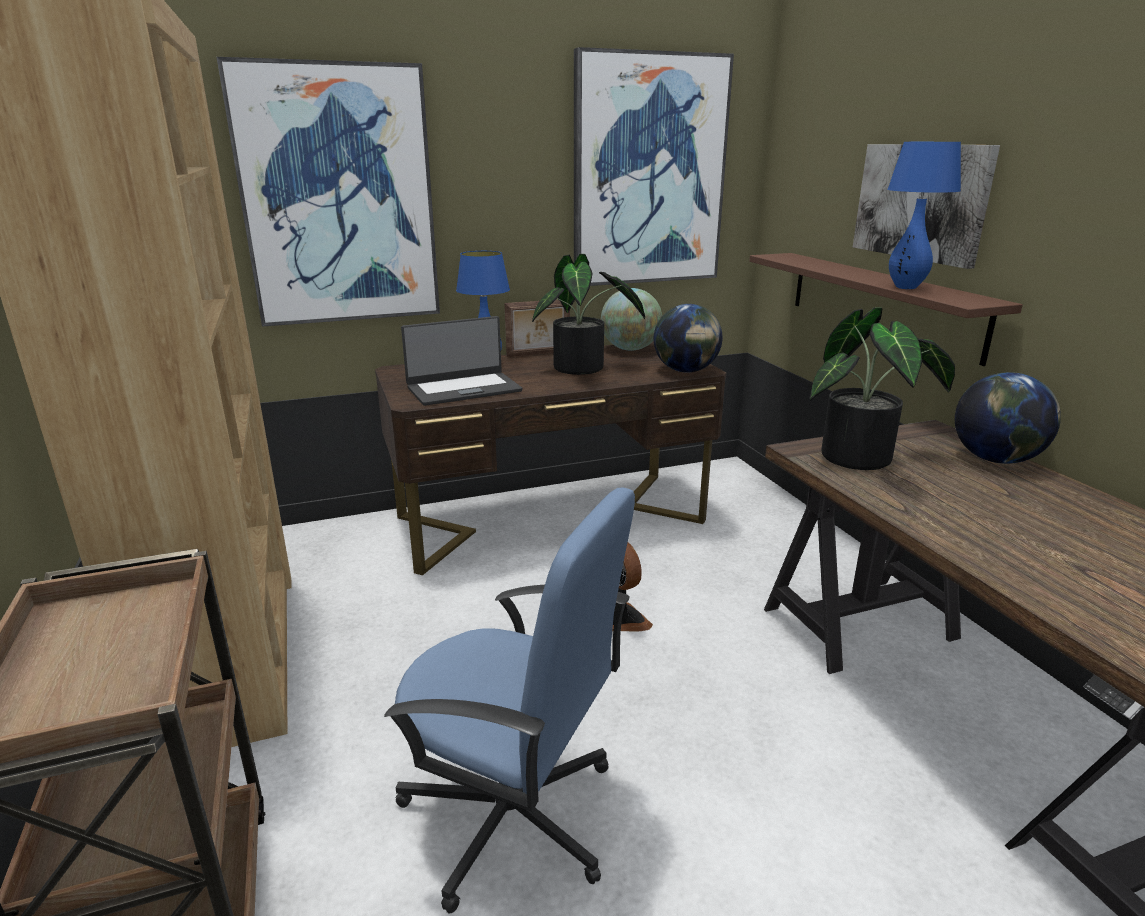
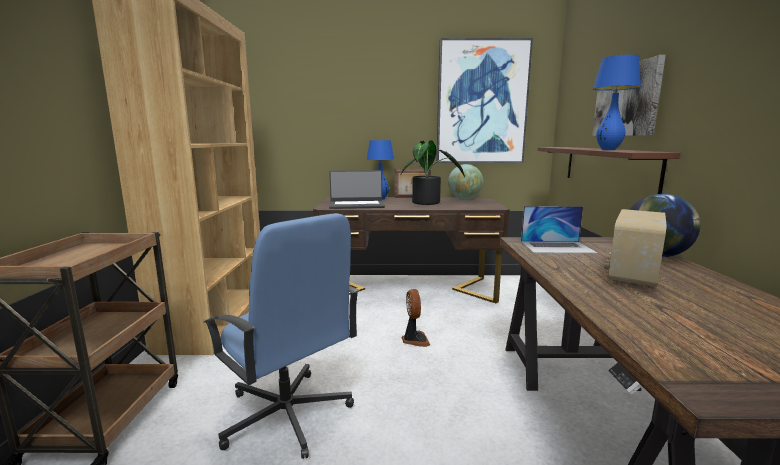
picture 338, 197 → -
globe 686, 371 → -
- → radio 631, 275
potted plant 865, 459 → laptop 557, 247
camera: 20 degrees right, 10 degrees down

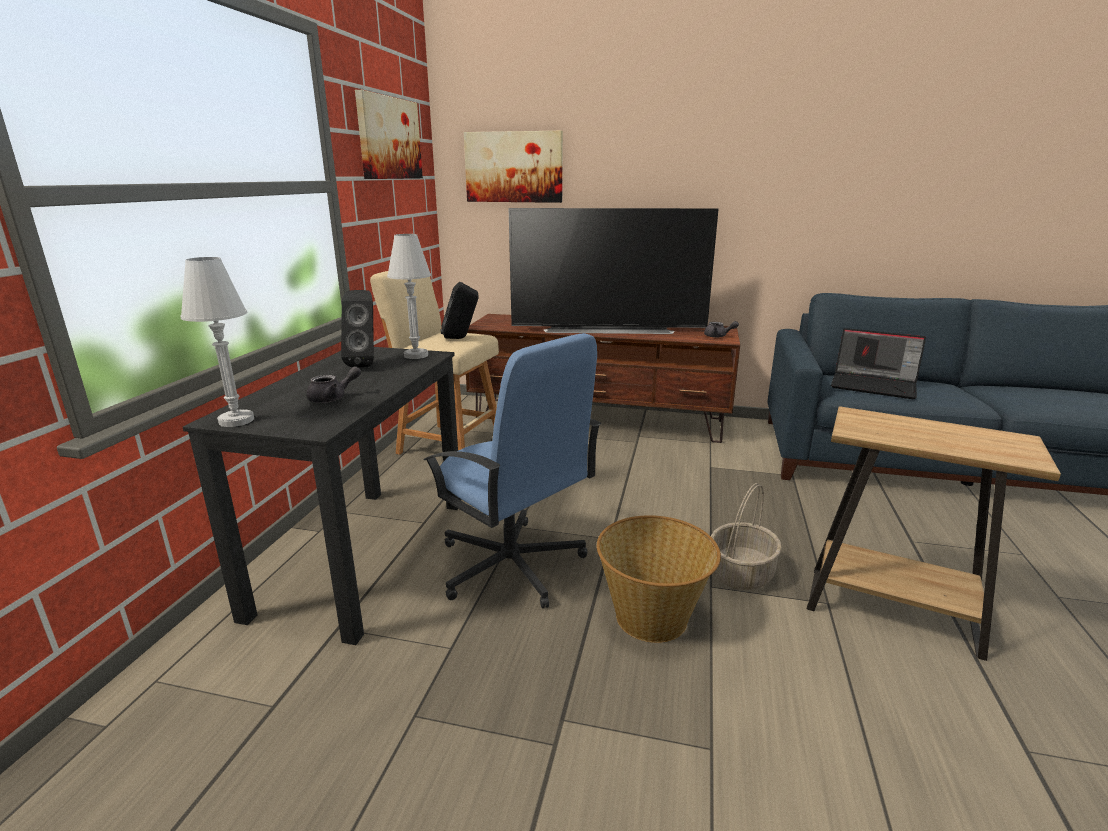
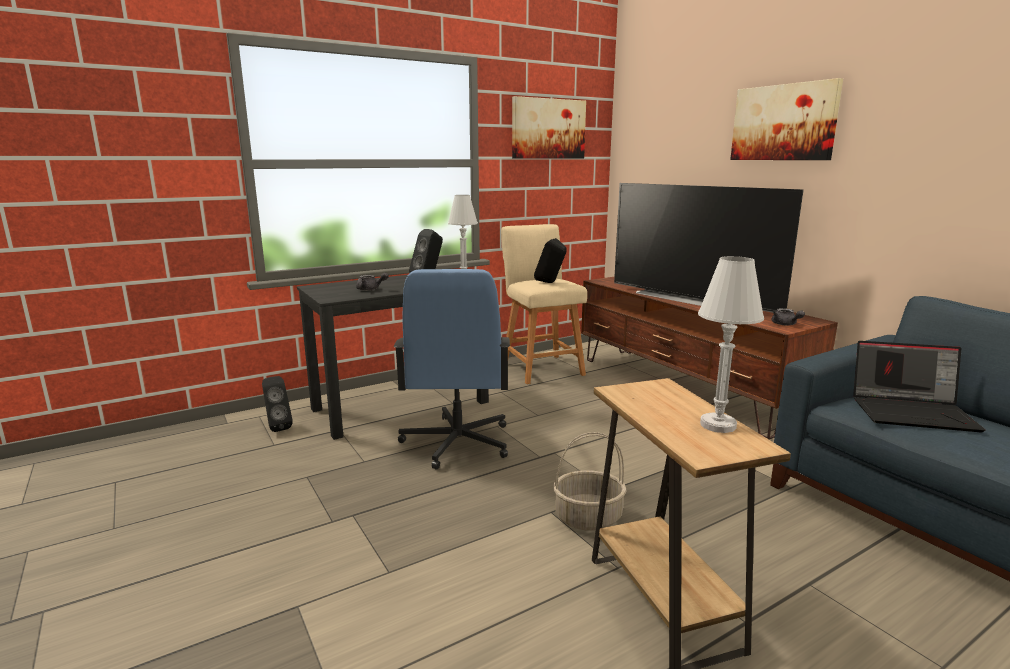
basket 652, 617 → -
- → black speaker 277, 427
white table lamp 236, 420 → white table lamp 718, 425, move
picture 514, 167 → picture 783, 123, move
laptop 874, 385 → laptop 912, 412, 60 degrees counterclockwise
camera: 45 degrees right, 5 degrees down

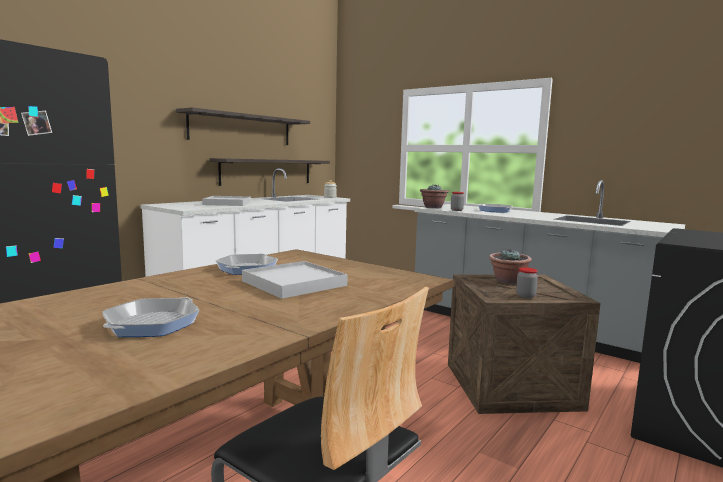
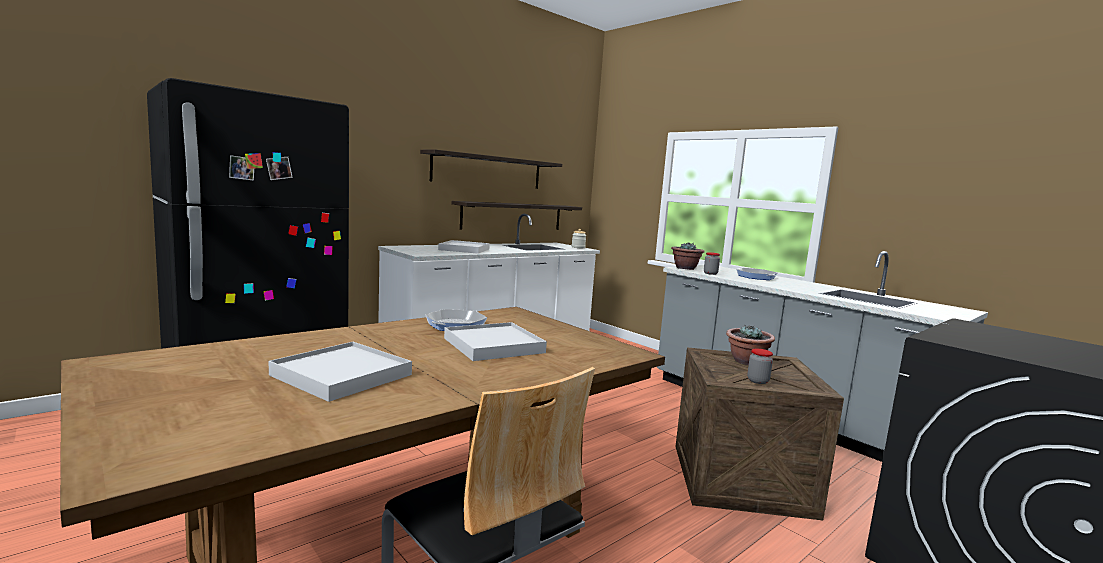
frying pan 152, 324 → white tray 342, 375
camera: 10 degrees right, 0 degrees up

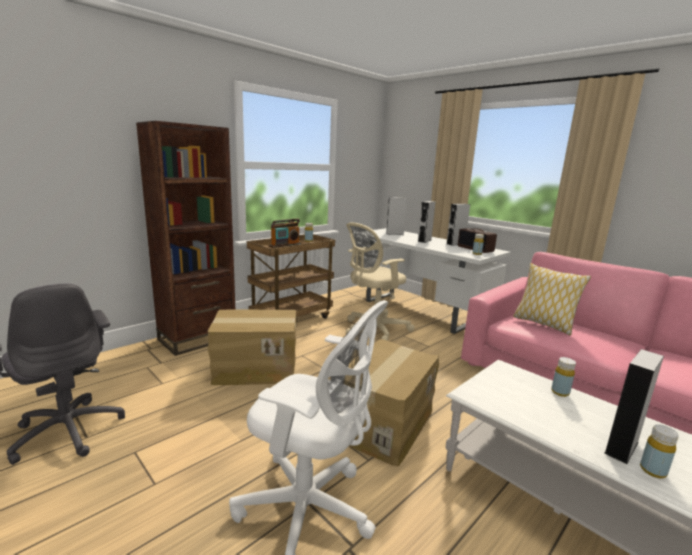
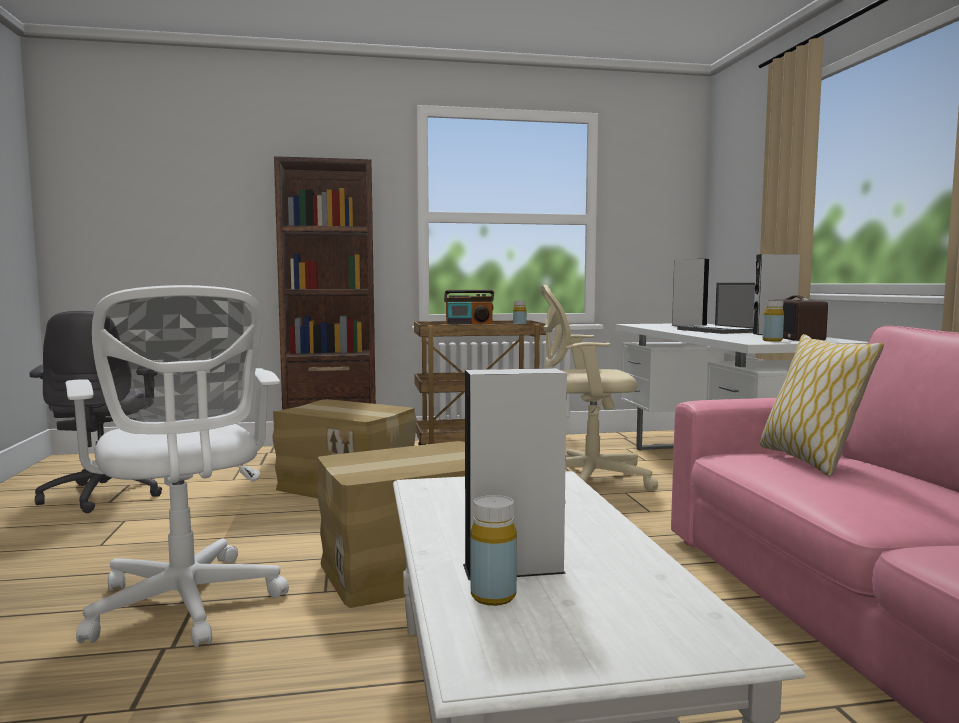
yellow bottle 560, 392 → -
grey speaker 424, 240 → laptop 719, 331
camera: 35 degrees right, 10 degrees down

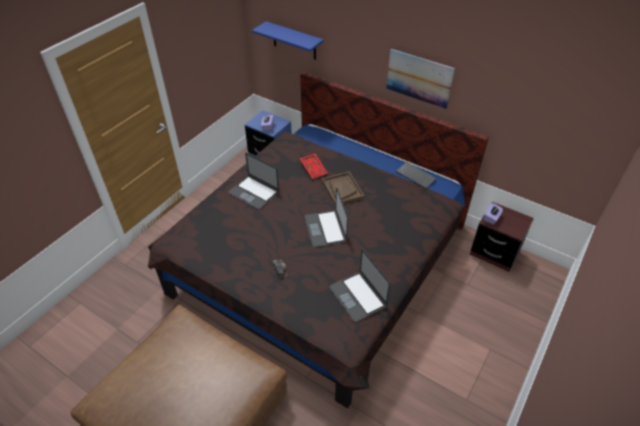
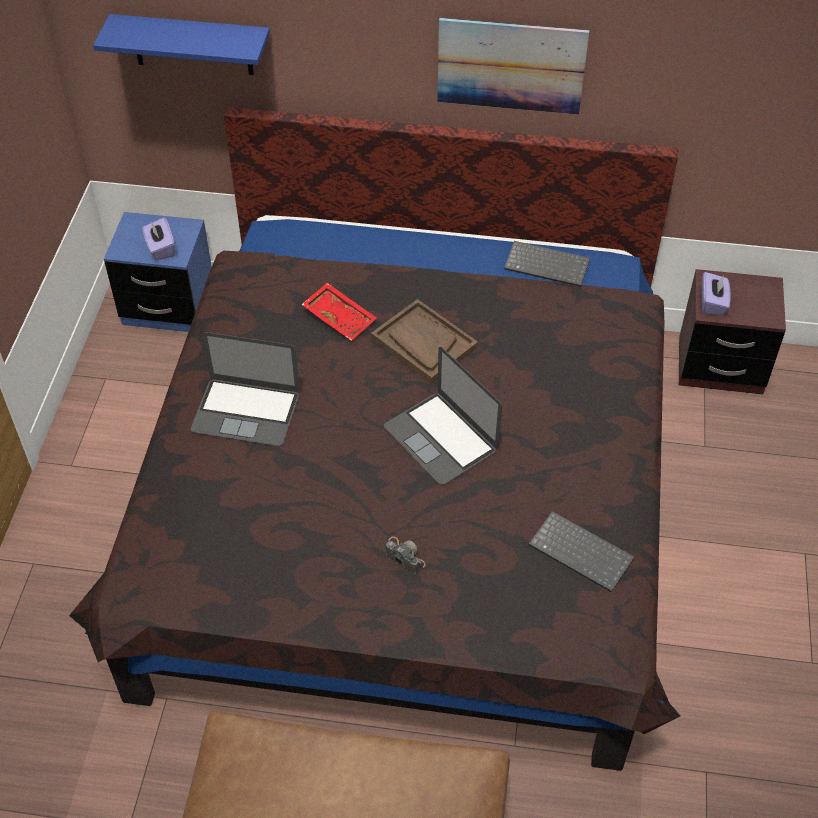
laptop 358, 296 → keyboard 583, 552
camera: 25 degrees left, 5 degrees up

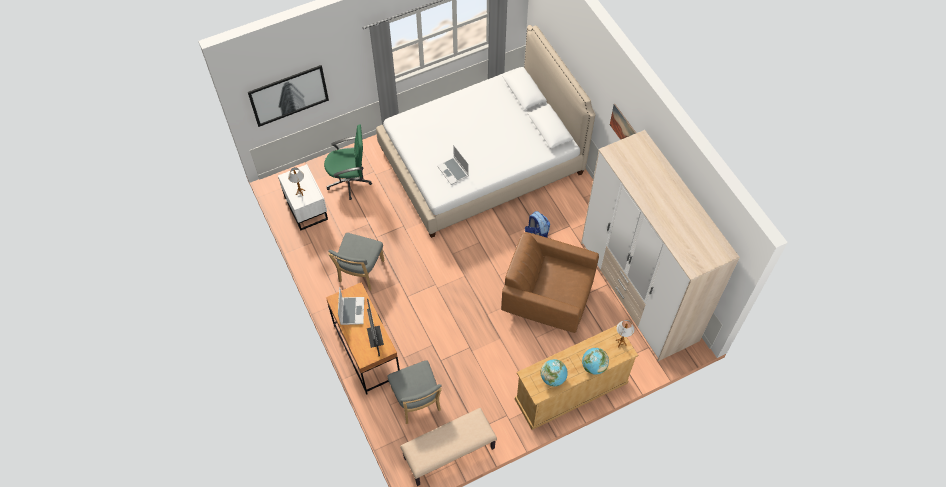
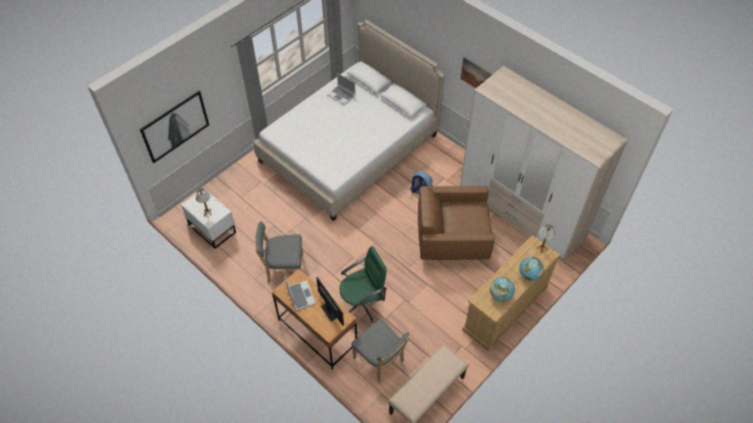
green office chair 350, 181 → green office chair 362, 303, move
laptop 453, 171 → laptop 342, 95, move
grey chair 360, 273 → grey chair 283, 268, 90 degrees clockwise
camera: 20 degrees left, 5 degrees down

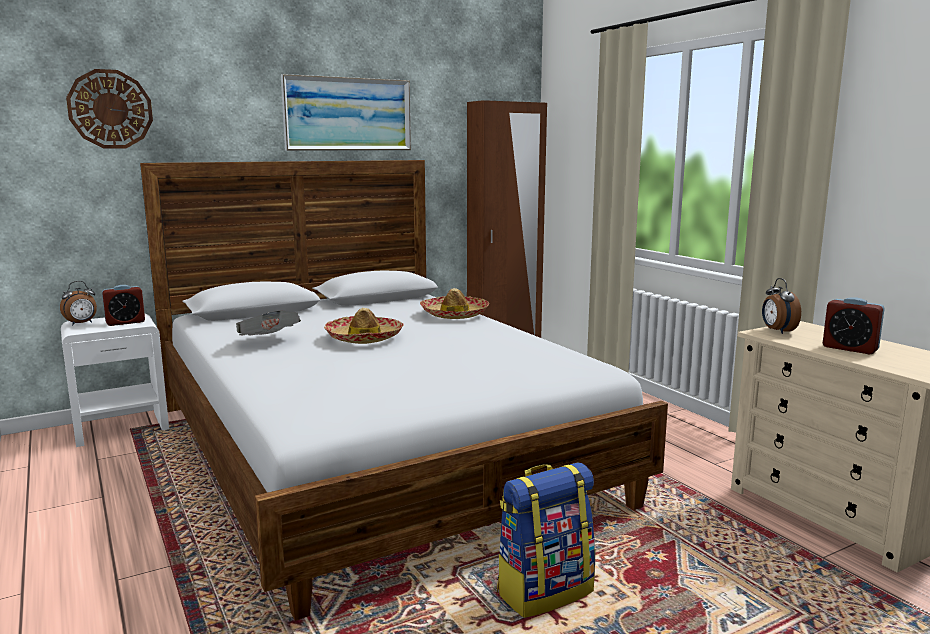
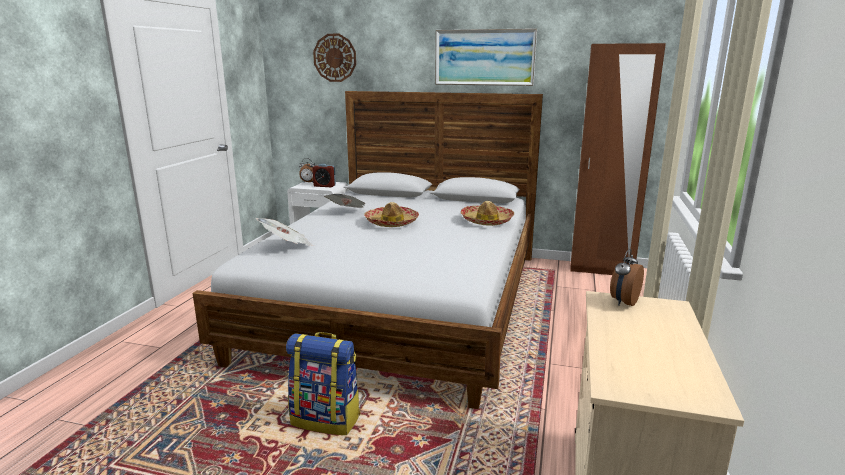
alarm clock 850, 348 → -
- → newspaper 287, 245
camera: 45 degrees right, 5 degrees up

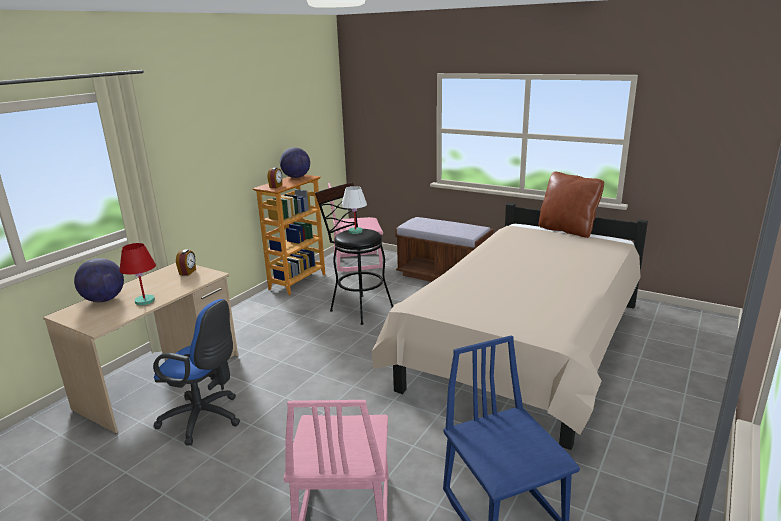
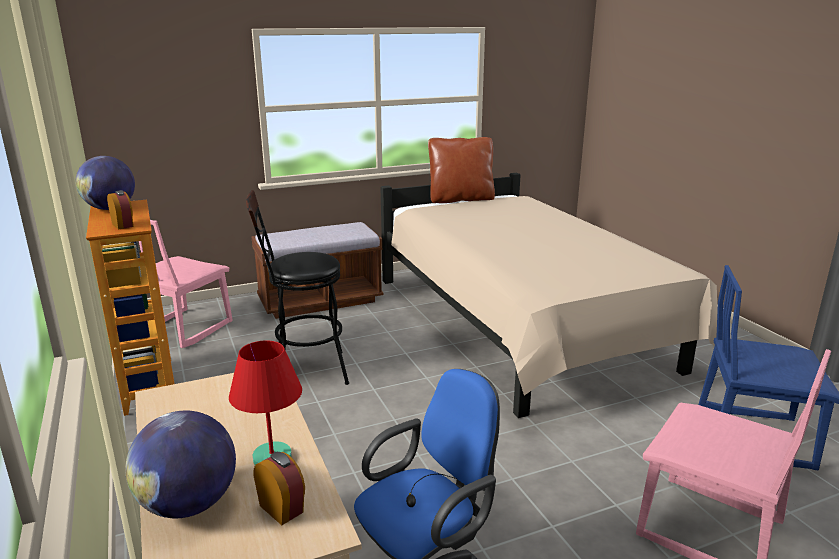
white table lamp 355, 231 → -
alarm clock 188, 272 → alarm clock 282, 508, move
camera: 55 degrees left, 0 degrees up

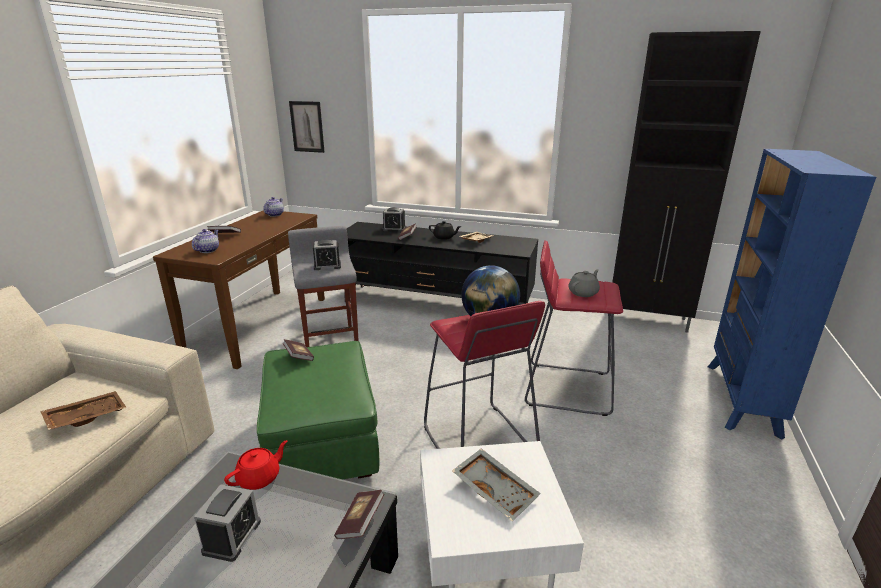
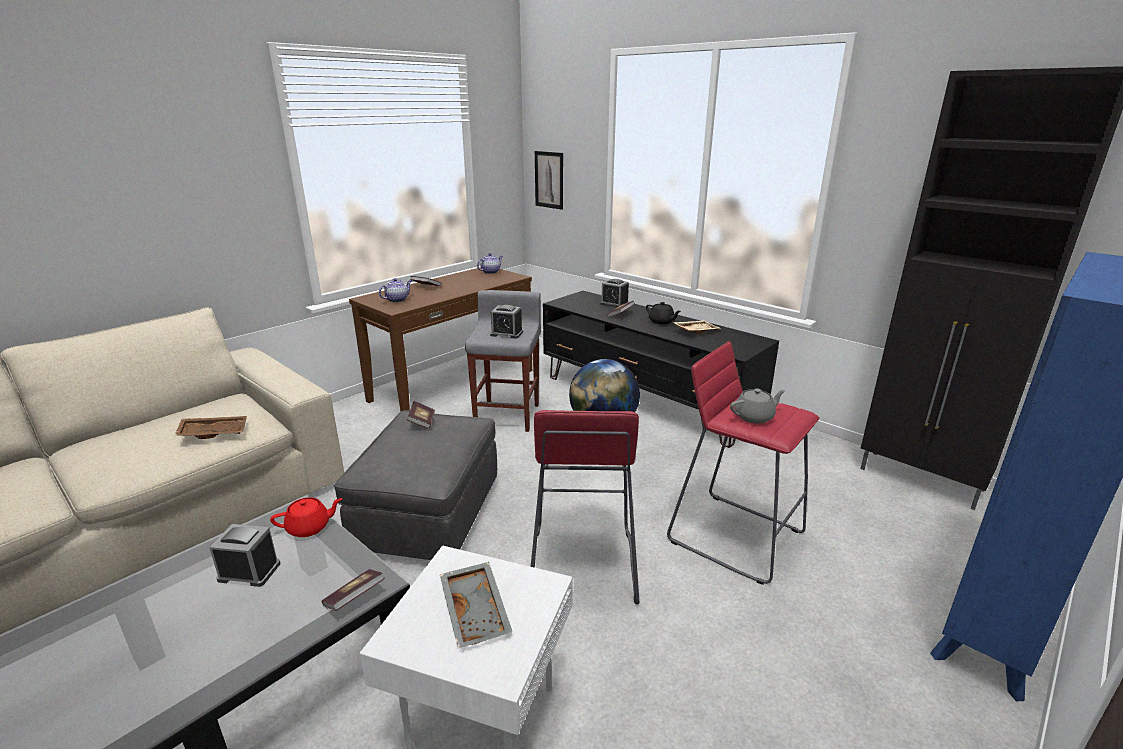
green ottoman 322, 442 → grey ottoman 428, 516
alarm clock 232, 536 → alarm clock 249, 571, 120 degrees counterclockwise
camera: 25 degrees right, 0 degrees up

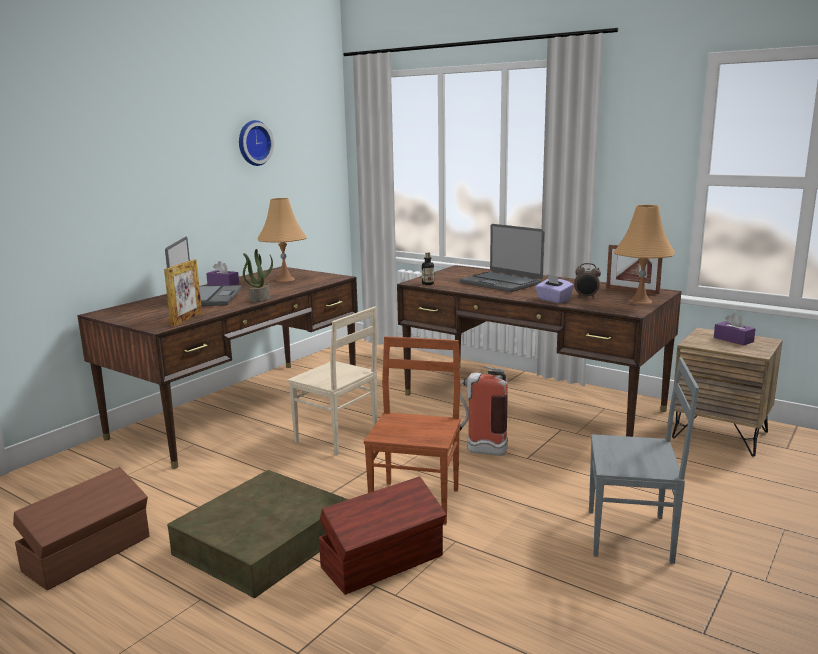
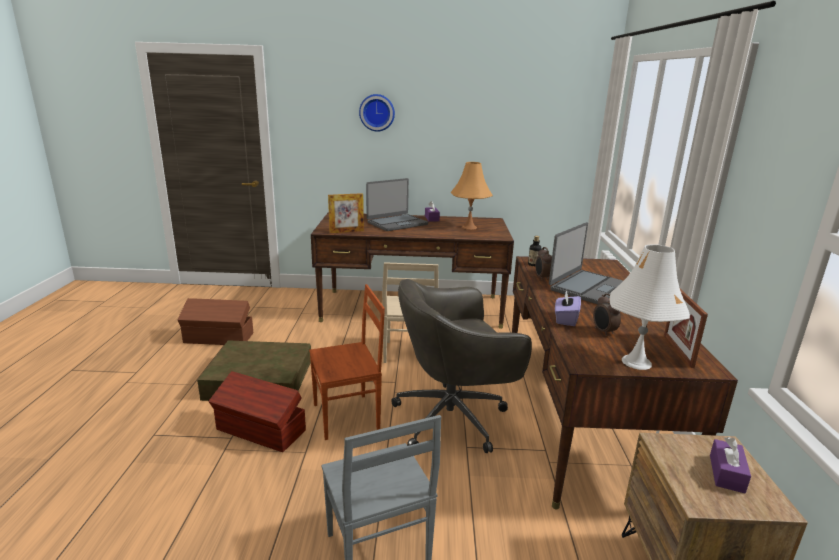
potted plant 260, 299 → -
- → alarm clock 541, 278
wall clock 253, 143 → wall clock 377, 112, move
fire extinguisher 479, 450 → grey office chair 453, 418
orange table lamp 640, 301 → white table lamp 636, 362
laptop 501, 283 → laptop 587, 287, 150 degrees counterclockwise
camera: 55 degrees right, 5 degrees up

